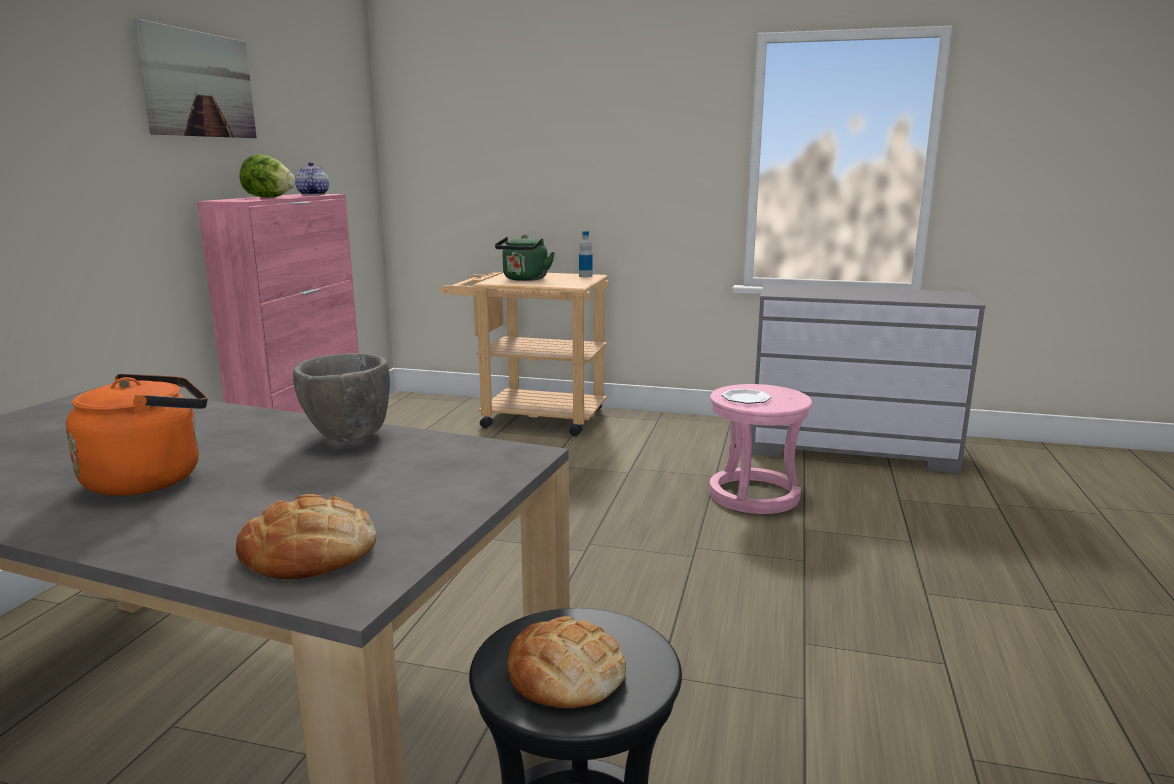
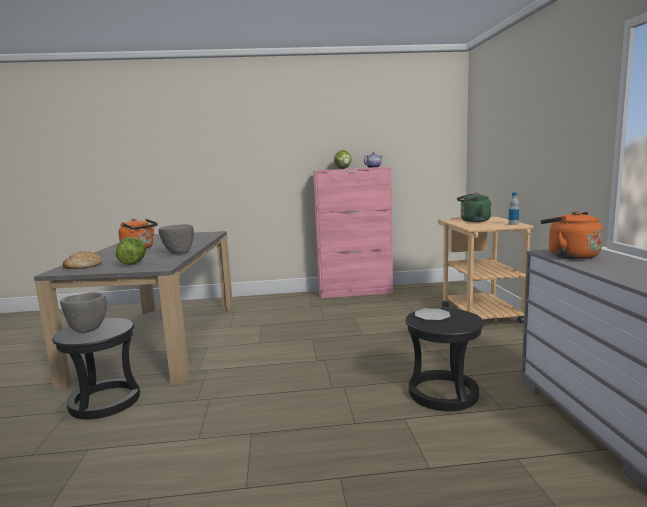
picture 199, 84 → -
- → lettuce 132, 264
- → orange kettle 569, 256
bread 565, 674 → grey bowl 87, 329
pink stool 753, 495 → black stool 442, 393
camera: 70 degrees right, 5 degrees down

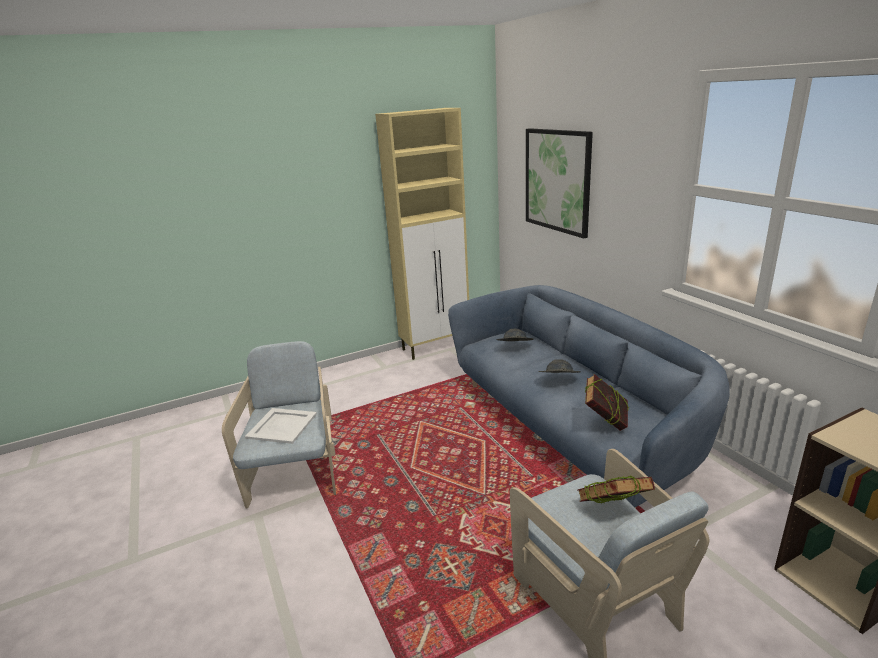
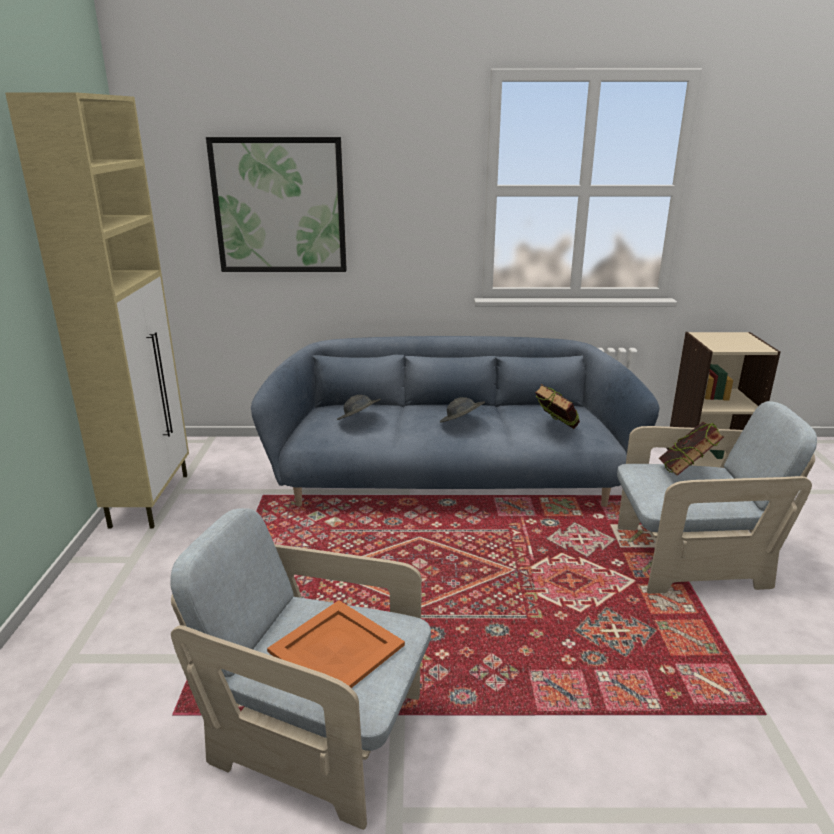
white tray 282, 425 → orange tray 335, 648
camera: 65 degrees left, 0 degrees up

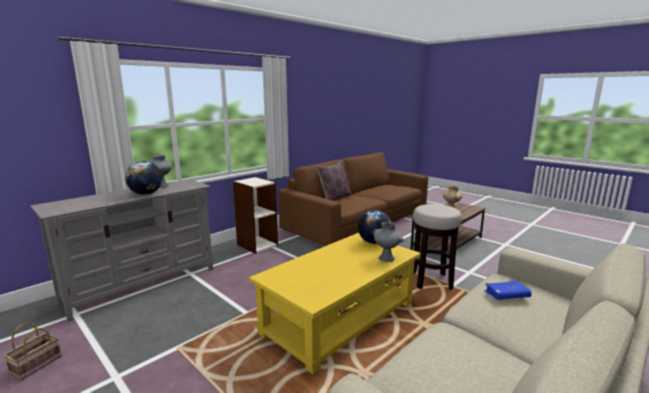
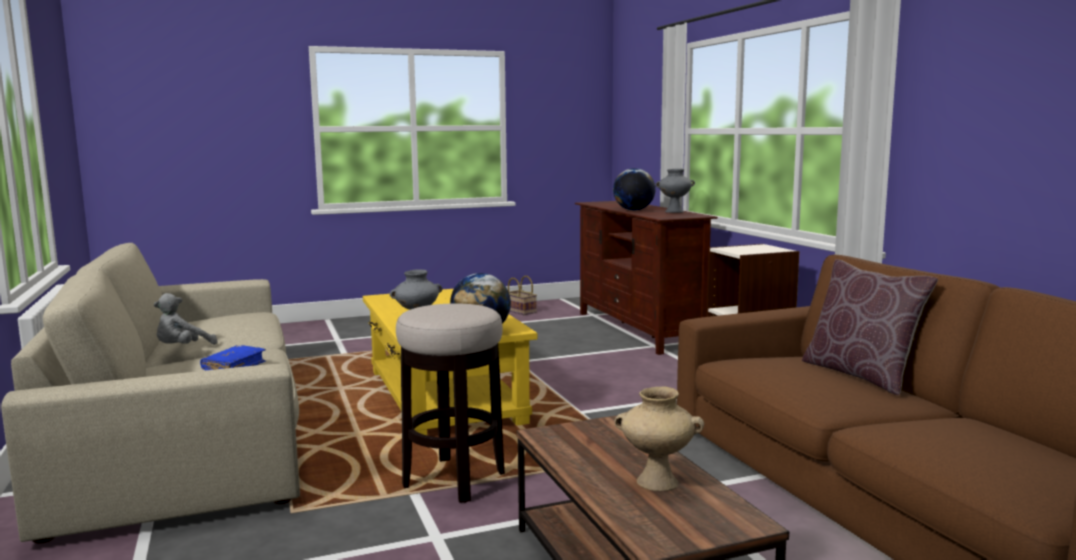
- → grey plush toy 183, 349
grey tv stand 142, 285 → brown tv stand 638, 330
camera: 115 degrees right, 5 degrees down

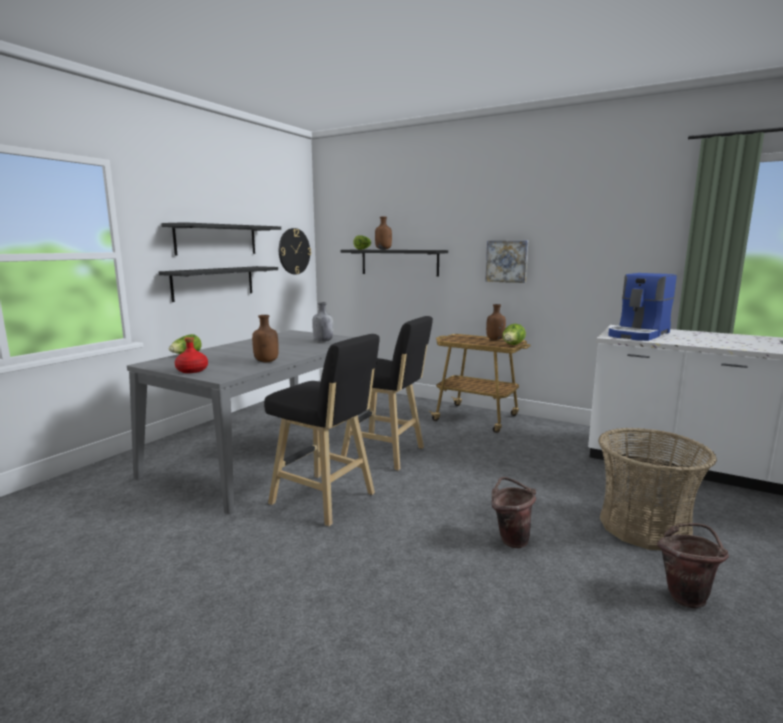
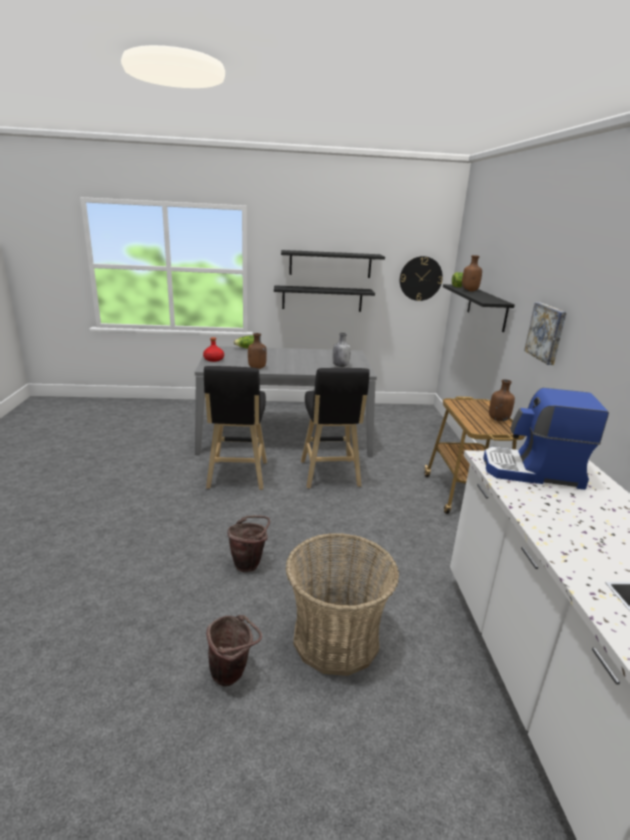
lettuce 512, 345 → -
camera: 55 degrees right, 10 degrees up

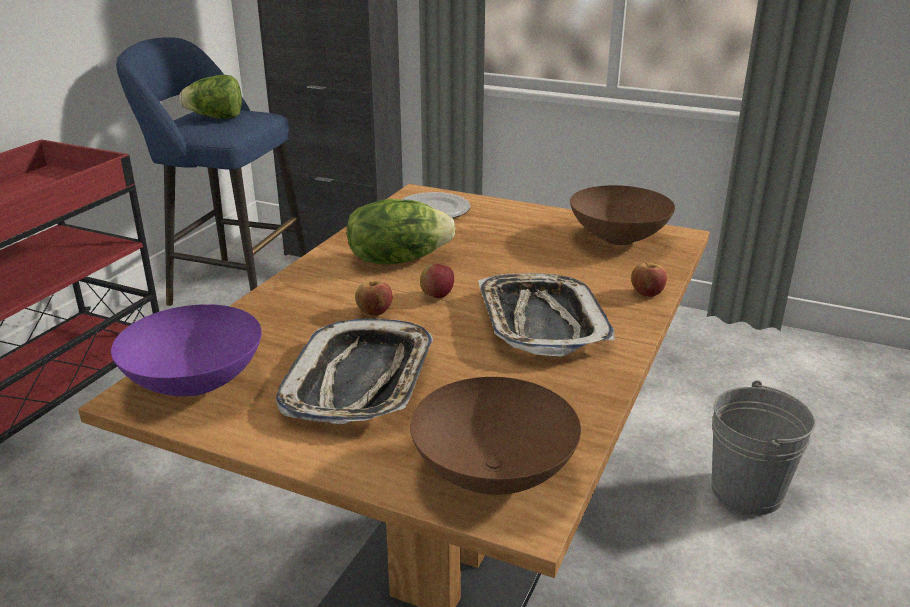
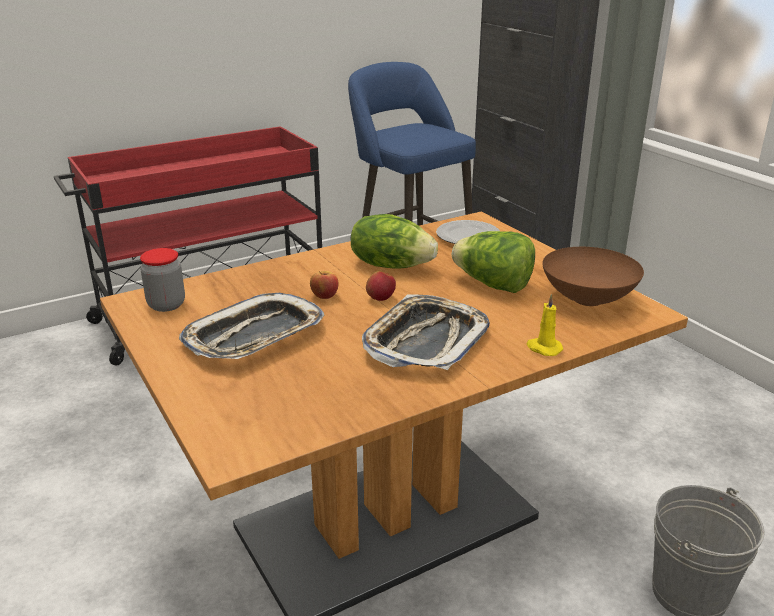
brown bowl 494, 475 → -
lettuce 216, 118 → lettuce 493, 285, move
purple bowl 193, 384 → jar 166, 305
apple 647, 293 → yellow candle 543, 348
camera: 35 degrees right, 0 degrees up

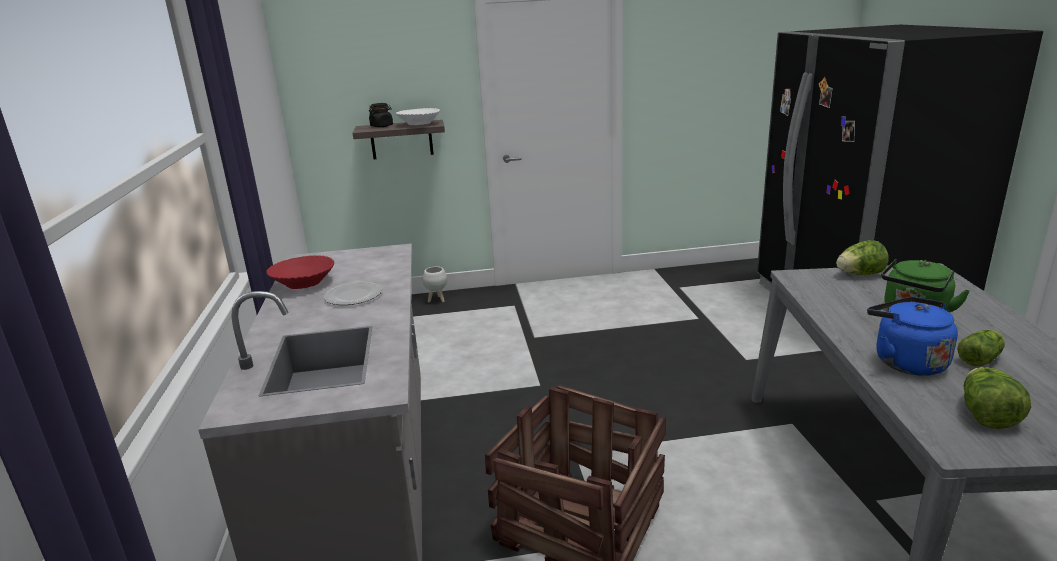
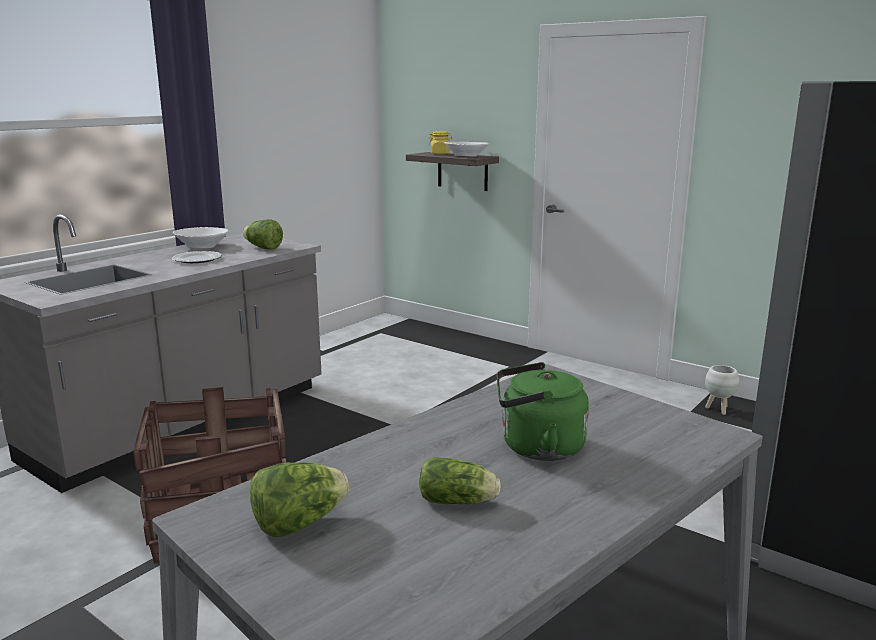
blue kettle 905, 361 → -
white planter 437, 300 → white planter 718, 410, move
lettuce 859, 274 → lettuce 263, 248, move
red bowl 303, 284 → white bowl 202, 247
black jar 382, 126 → yellow jar 440, 153
camera: 45 degrees right, 5 degrees down

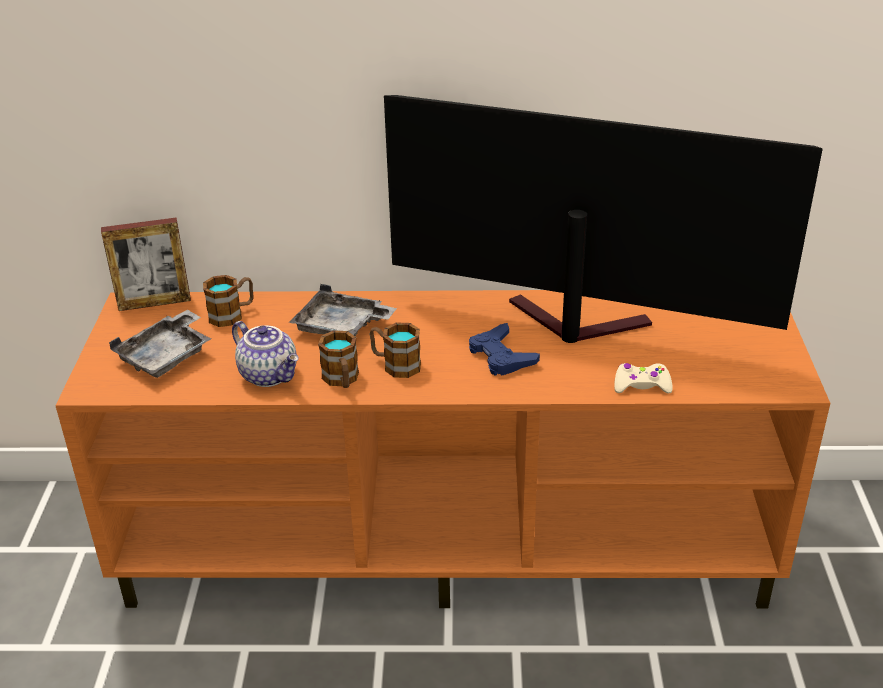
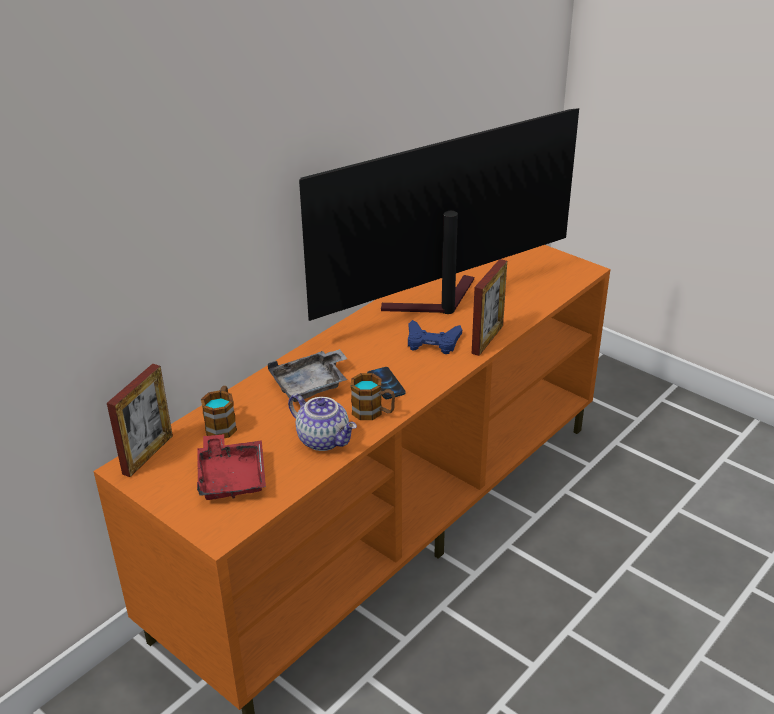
beige game controller 641, 385 → -
- → picture frame 487, 339
mug 395, 365 → phone 386, 384
grey tray 167, 356 → red tray 231, 477
teapot 270, 375 → teapot 324, 439, 45 degrees clockwise
camera: 50 degrees left, 0 degrees up

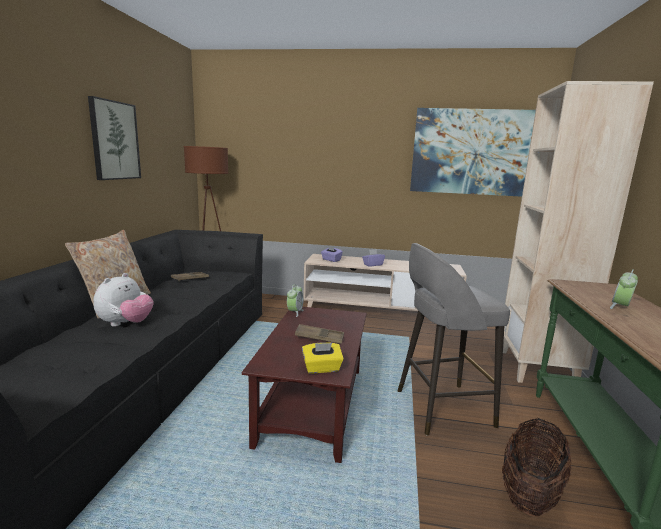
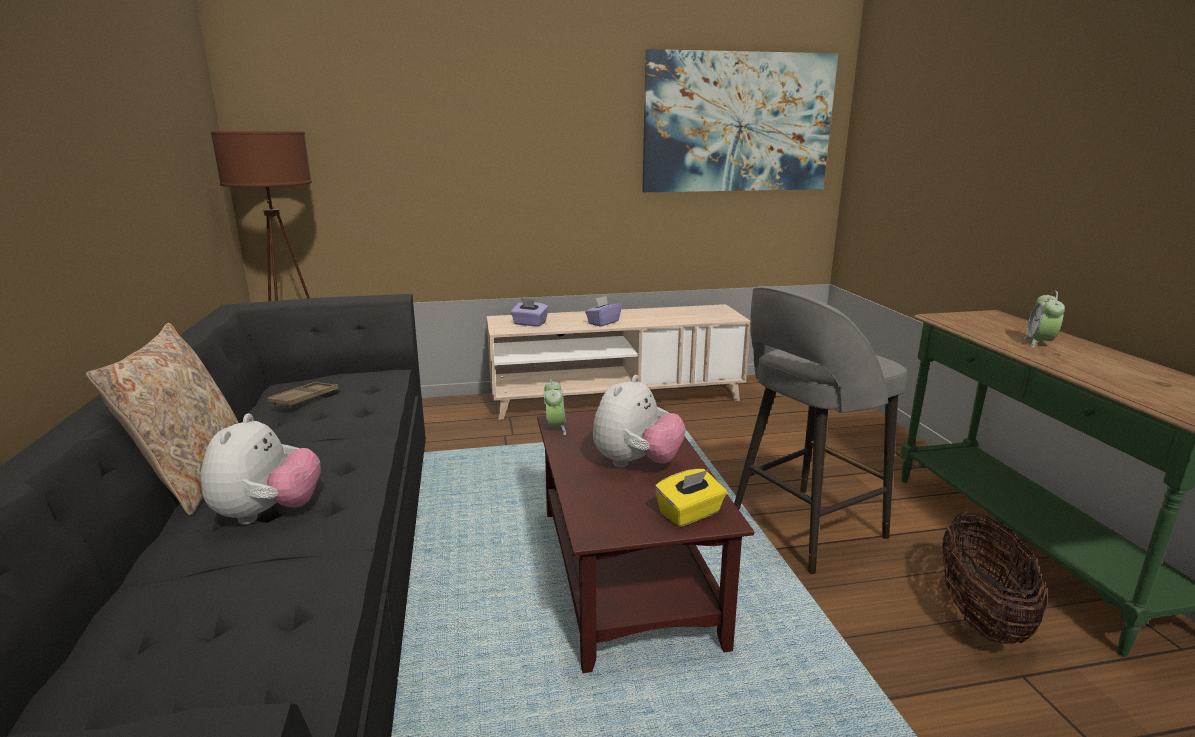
picture 114, 140 → -
beige bookcase 537, 369 → -
brown tray 319, 337 → plush toy 636, 463
camera: 20 degrees left, 5 degrees up

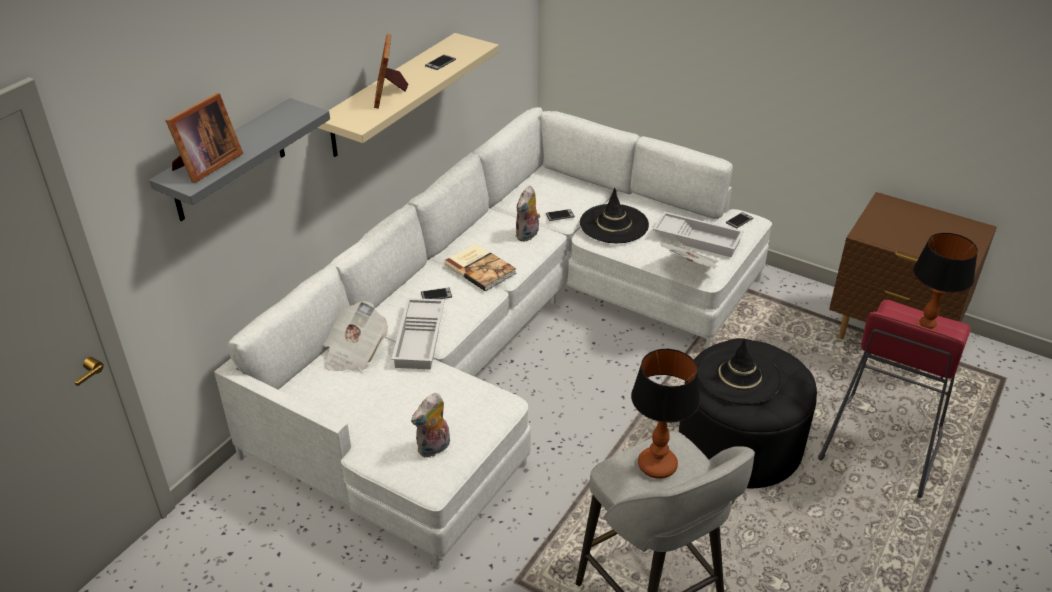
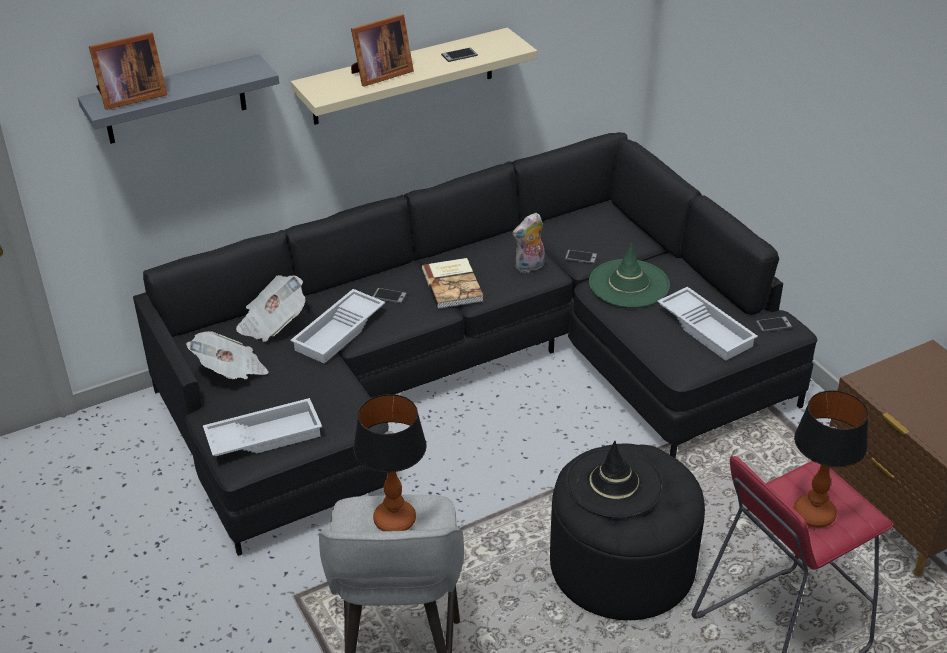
newspaper 690, 268 → newspaper 231, 371, move
plush toy 434, 449 → white tray 264, 435
white sofa 507, 340 → black sofa 473, 372
black hat 614, 224 → green hat 629, 284
picture frame 389, 94 → picture frame 379, 75, 150 degrees counterclockwise
camera: 30 degrees right, 0 degrees up

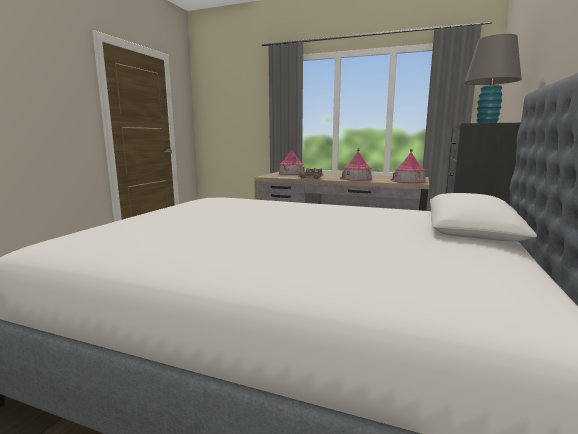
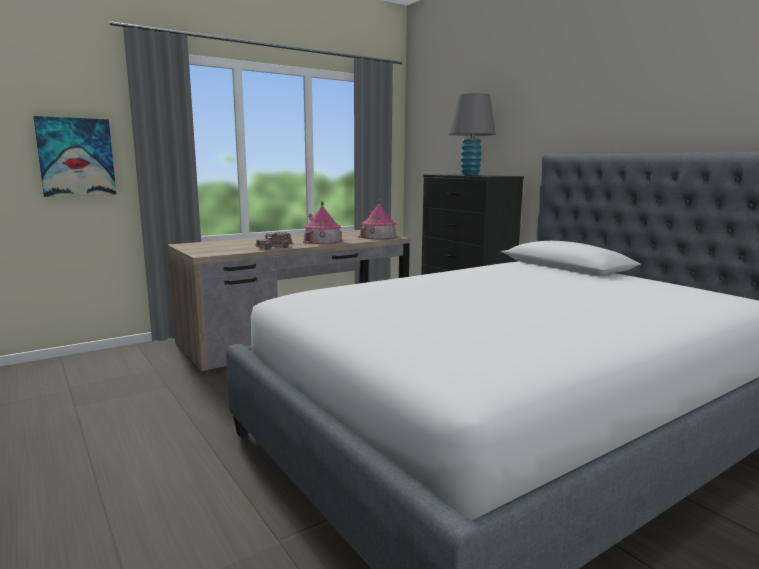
toy house 291, 173 → -
- → picture 76, 157
camera: 55 degrees left, 0 degrees up

